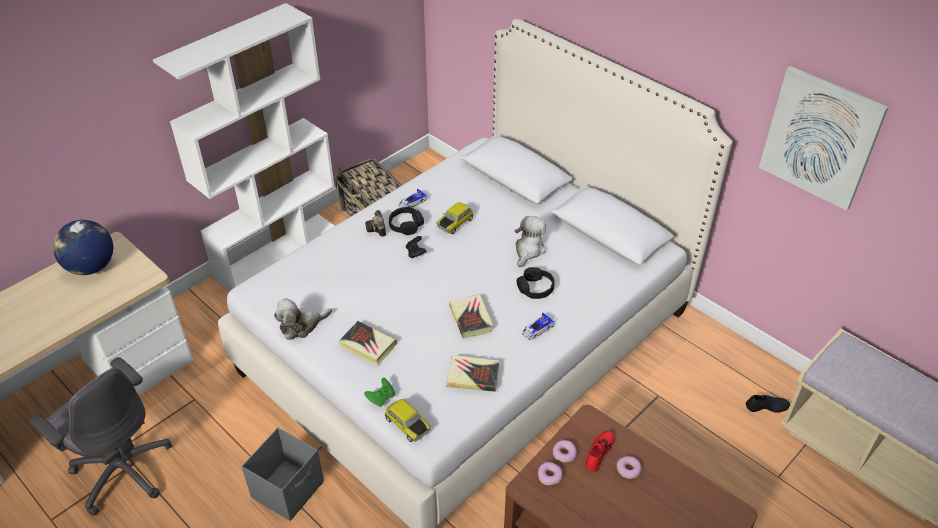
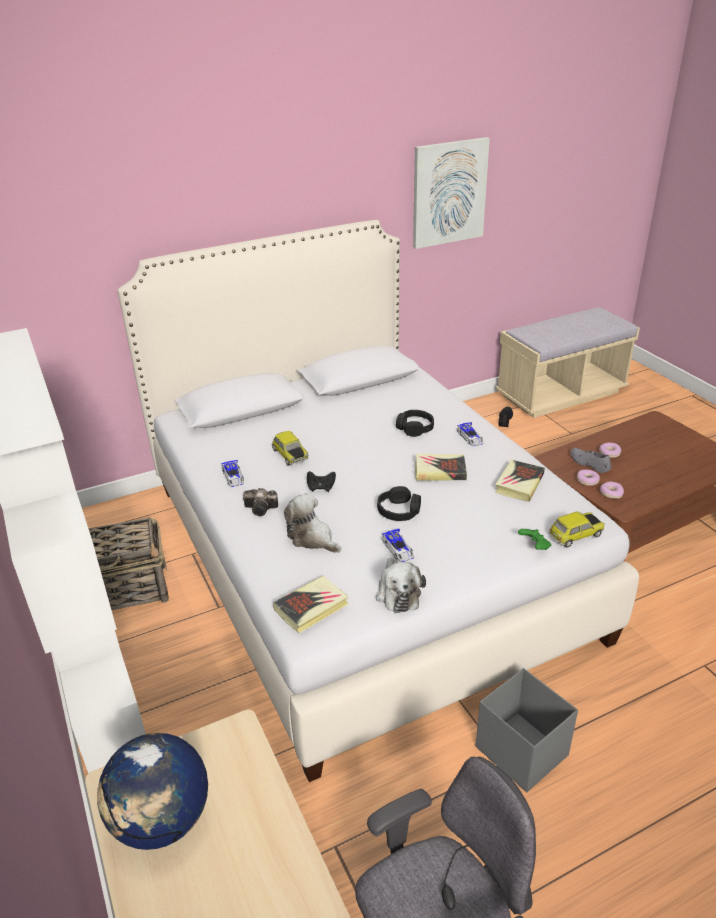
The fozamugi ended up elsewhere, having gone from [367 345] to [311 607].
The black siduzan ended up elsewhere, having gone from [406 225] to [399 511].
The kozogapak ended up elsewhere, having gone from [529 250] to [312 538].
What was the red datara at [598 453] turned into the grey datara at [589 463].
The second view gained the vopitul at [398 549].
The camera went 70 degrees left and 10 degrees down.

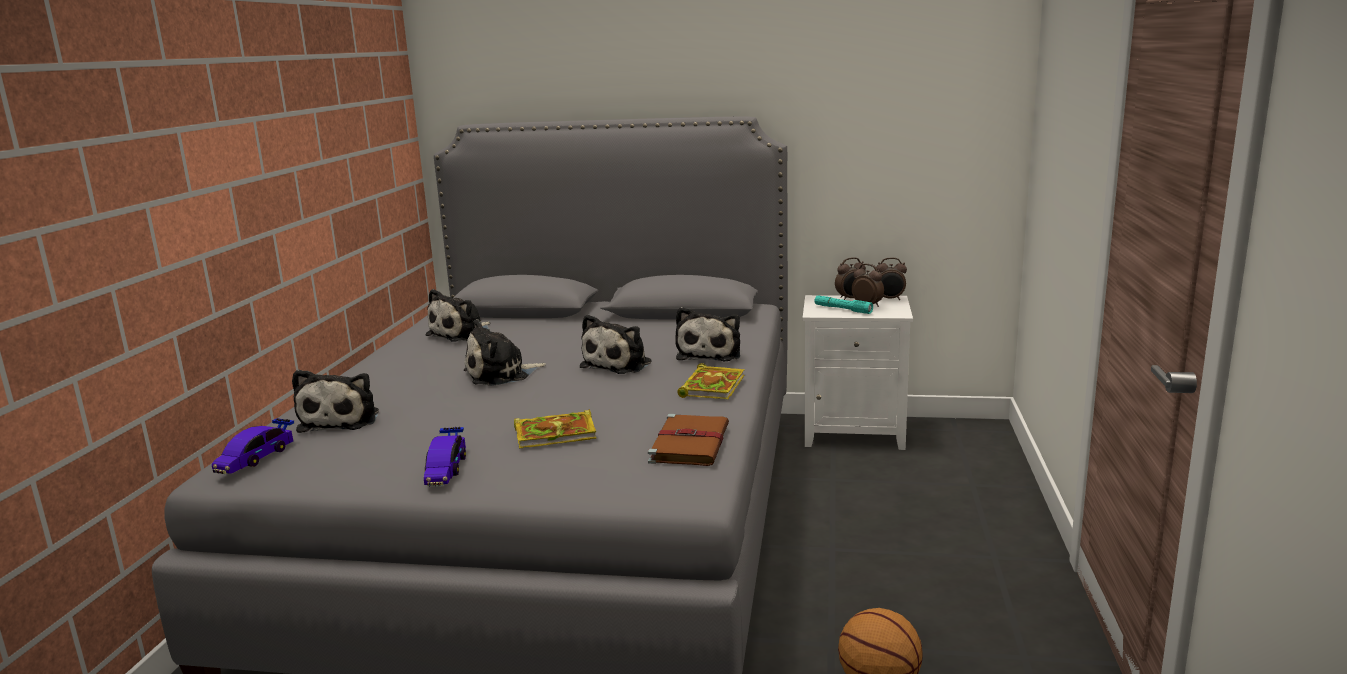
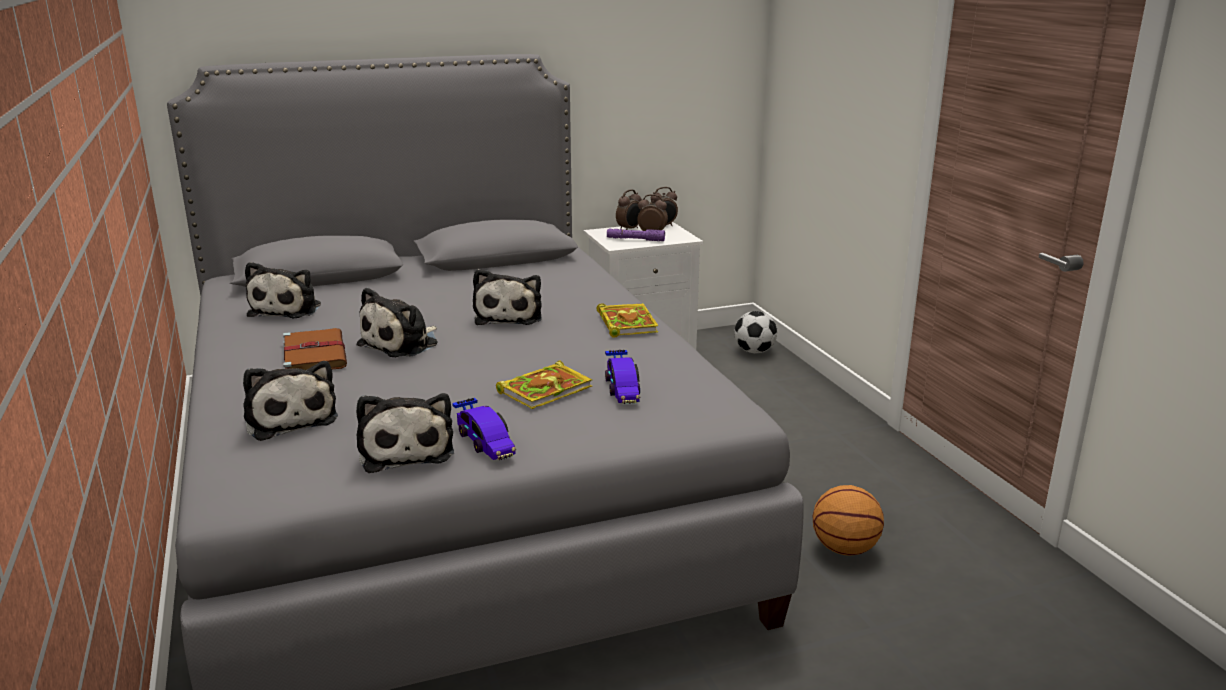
The vopitul ended up elsewhere, having gone from [256 458] to [622 388].
The brown fozamugi ended up elsewhere, having gone from [690 443] to [314 354].
The kozogapak ended up elsewhere, having gone from [710 353] to [406 450].
What was the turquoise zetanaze at [842 309] turned into the purple zetanaze at [635 240].
The second view gained the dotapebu at [754 352].
The camera went 30 degrees left and 5 degrees up.

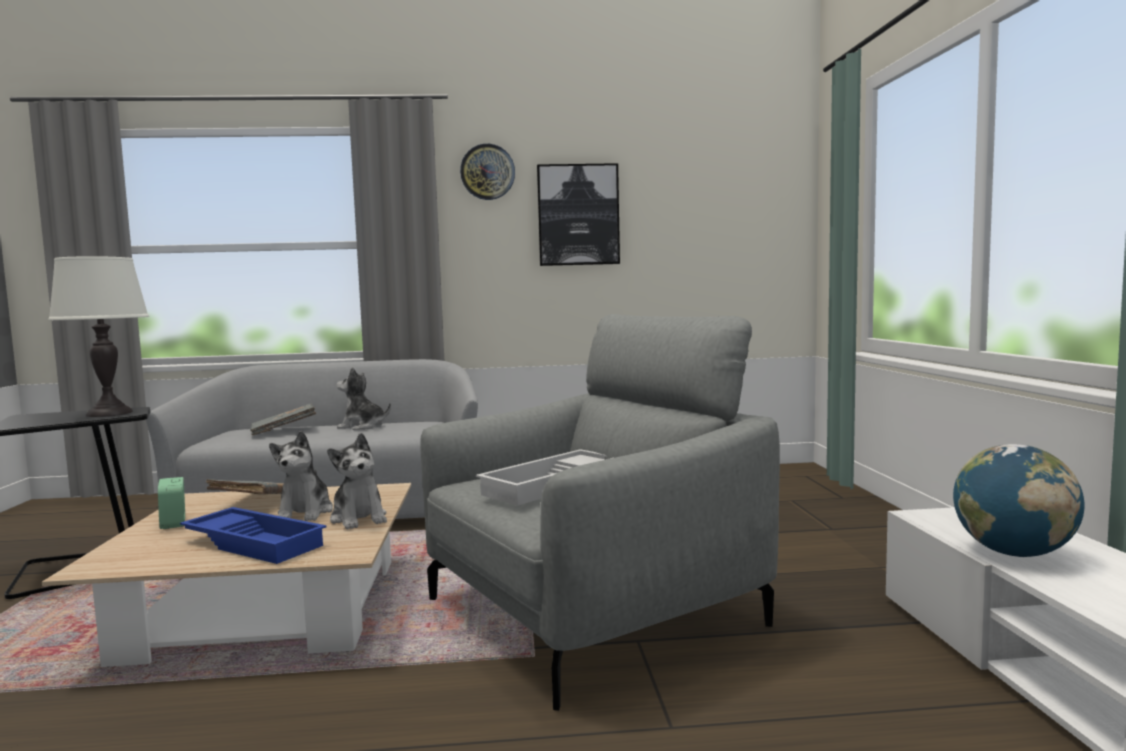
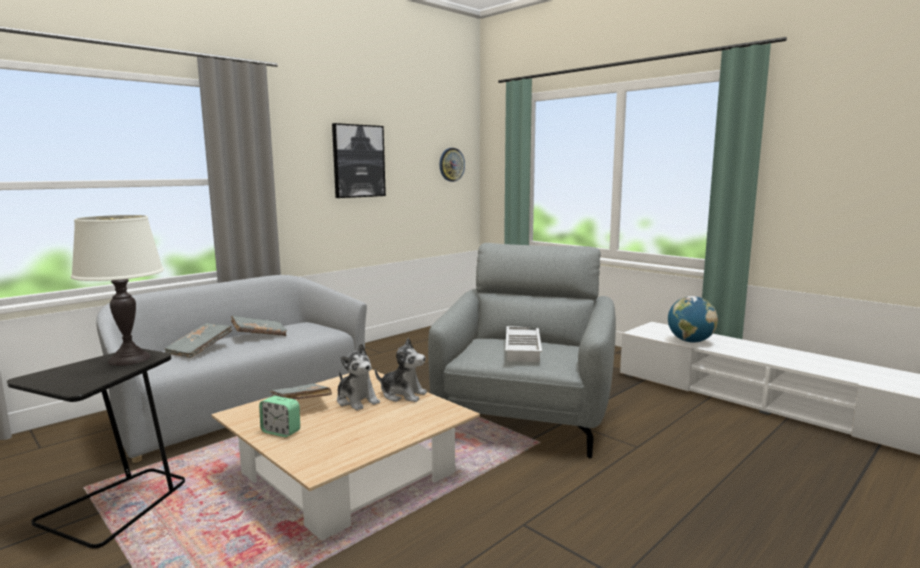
The second view lost the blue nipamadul at [256 543].
Where the kozogapak stood at [362 426], the grey fozamugi came to stand at [259 335].
The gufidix ended up elsewhere, having gone from [487 172] to [451 164].
The camera went 40 degrees left and 5 degrees up.

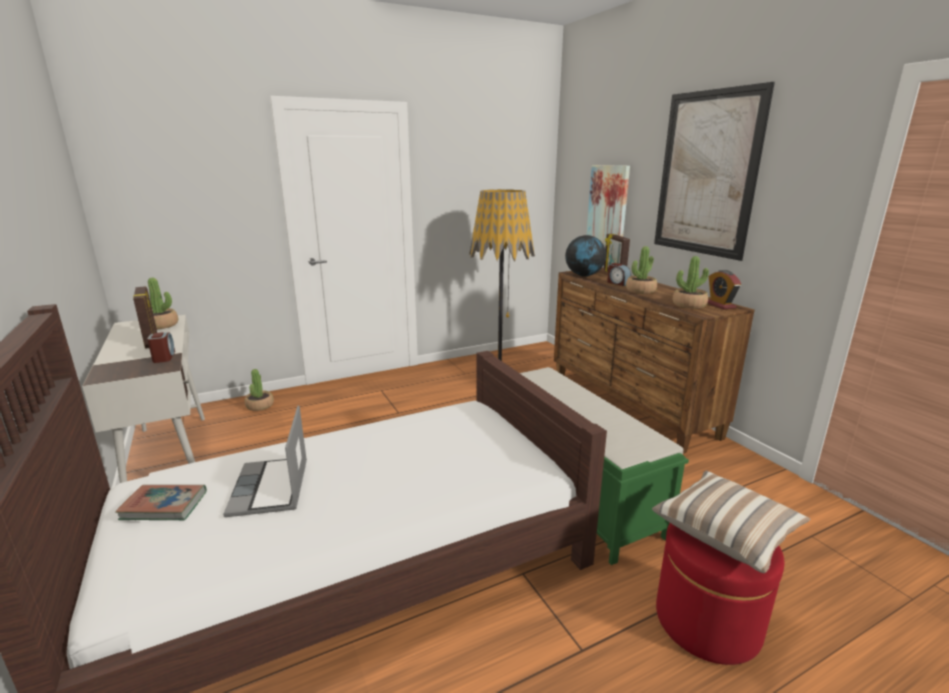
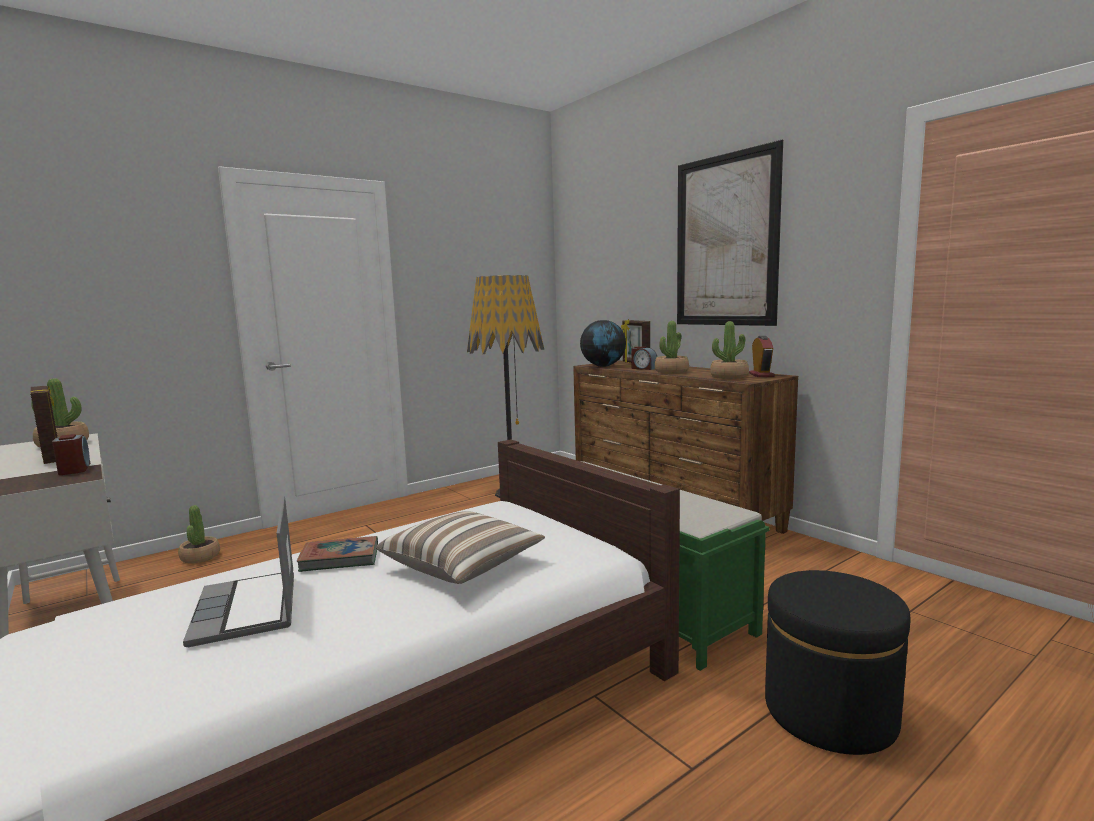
The fozamugi ended up elsewhere, having gone from [164 506] to [340 559].
The second view lost the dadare at [608 206].
The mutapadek ended up elsewhere, having gone from [726 533] to [463 566].
What was the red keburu at [707 621] turned into the black keburu at [829 712].
The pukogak at [720 305] ended up facing another way, 150 degrees counterclockwise from before.
The camera went 10 degrees left and 10 degrees down.

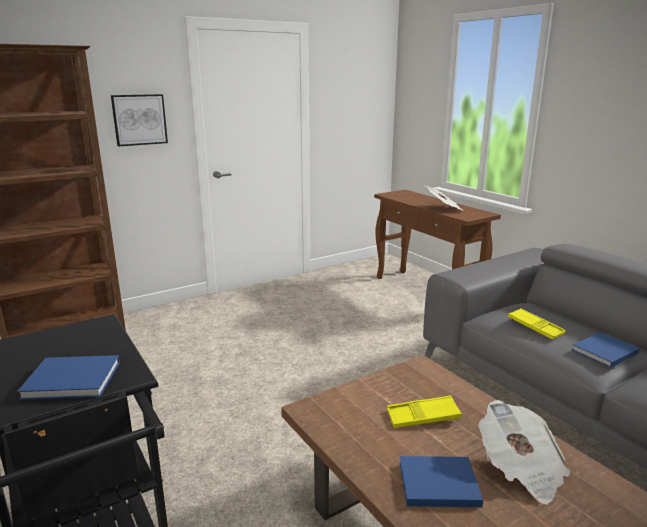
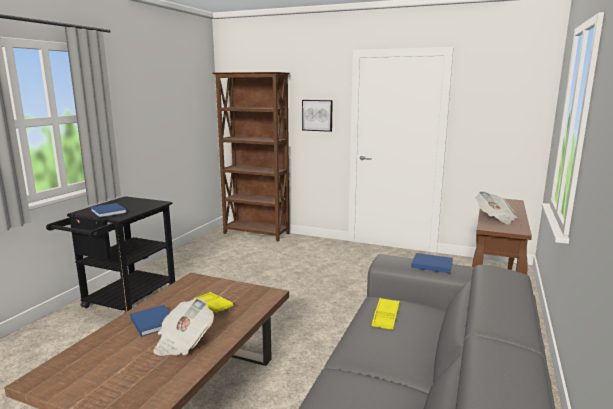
The blue fozamugi ended up elsewhere, having gone from [603 352] to [430 264].
The camera went 55 degrees right and 5 degrees down.

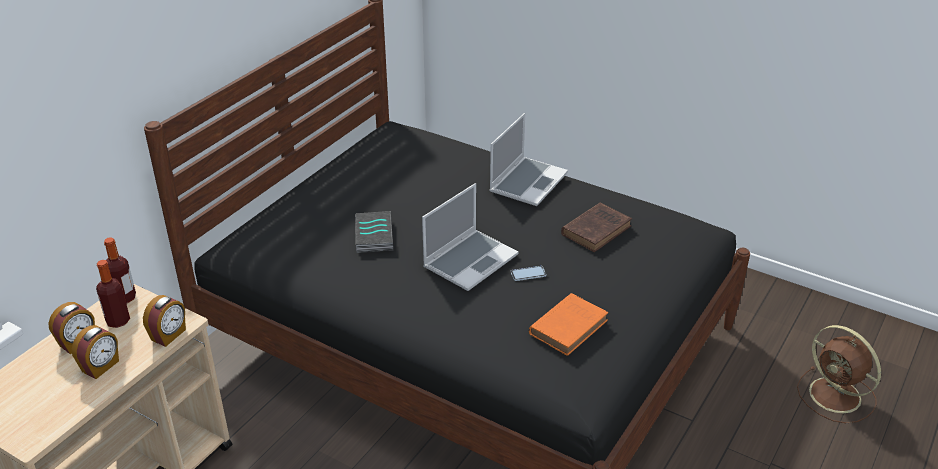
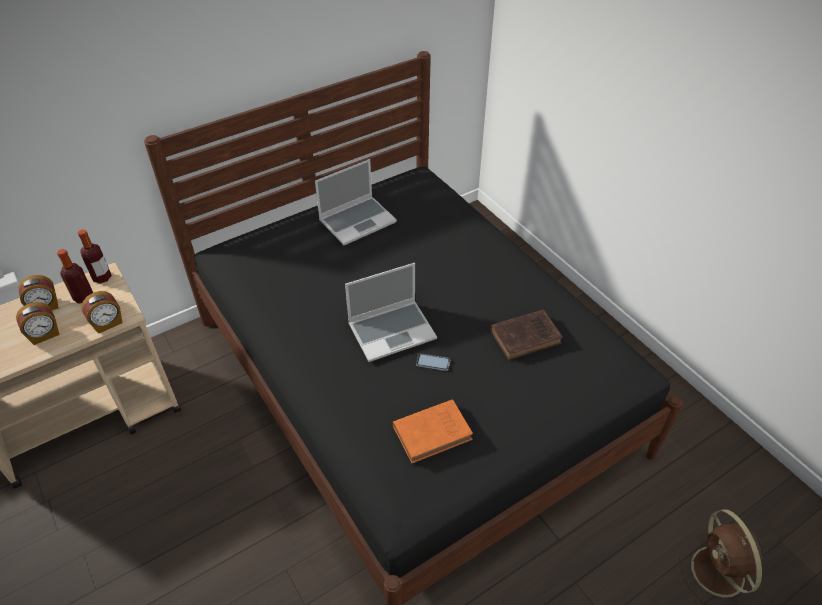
The second view lost the fozamugi at [375 236].
The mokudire ended up elsewhere, having gone from [528 182] to [358 221].
The camera went 25 degrees right and 10 degrees up.

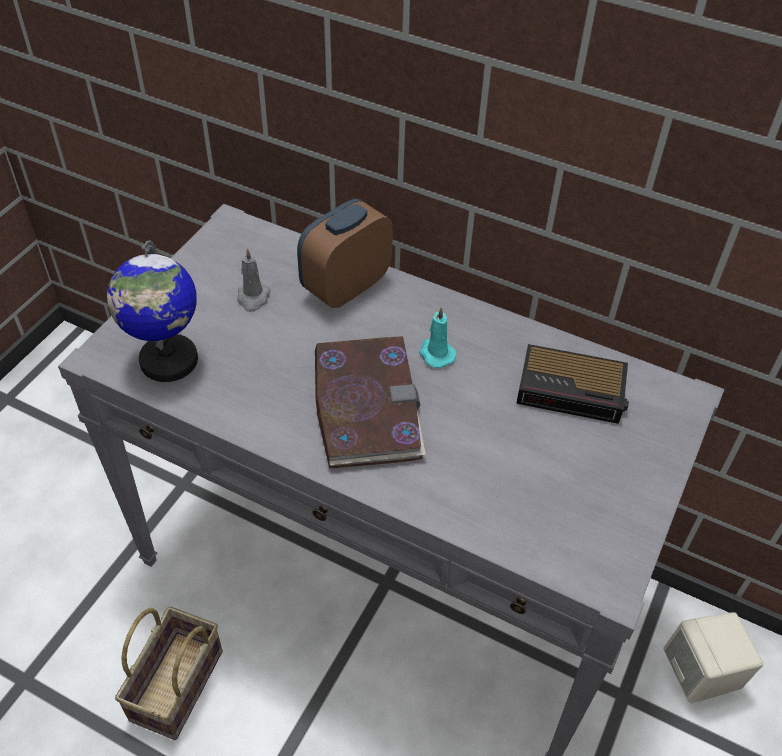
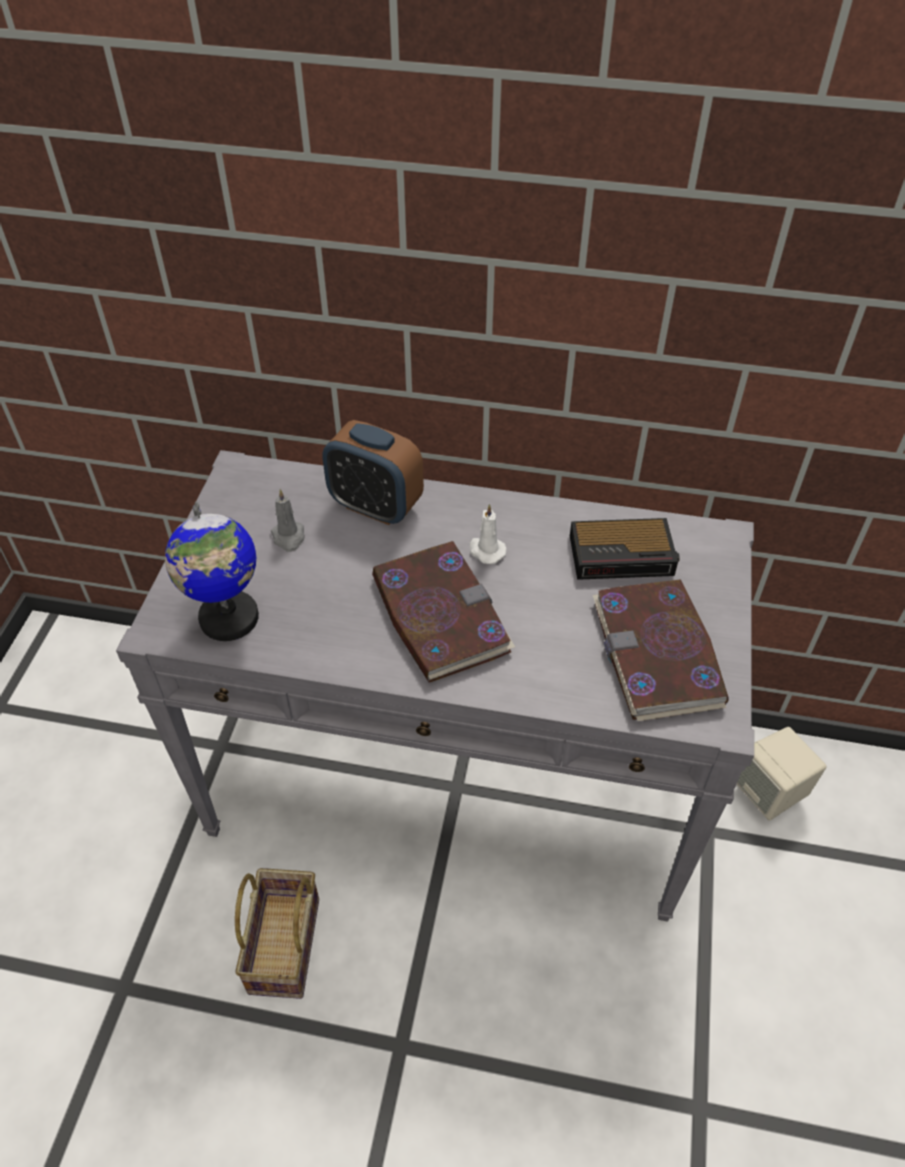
The pukogak at [345 287] ended up facing another way, 90 degrees counterclockwise from before.
What was the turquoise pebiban at [435 354] turned into the white pebiban at [486 550].
The second view gained the fozamugi at [658 653].
The camera went 15 degrees left and 0 degrees up.

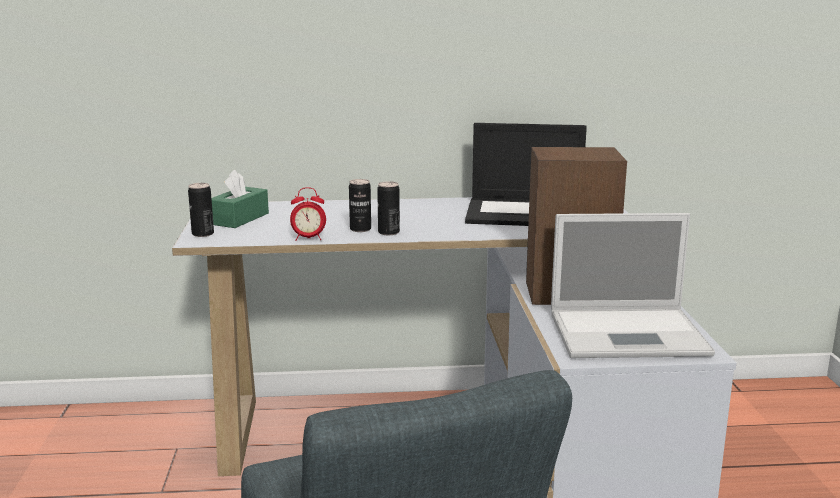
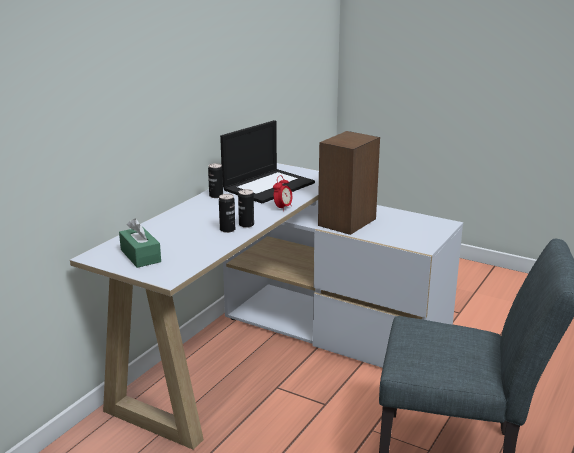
The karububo ended up elsewhere, having gone from [203 234] to [216 196].
The pukogak ended up elsewhere, having gone from [308 238] to [282 208].
The second view lost the mokudire at [630 333].
The camera went 55 degrees left and 5 degrees up.

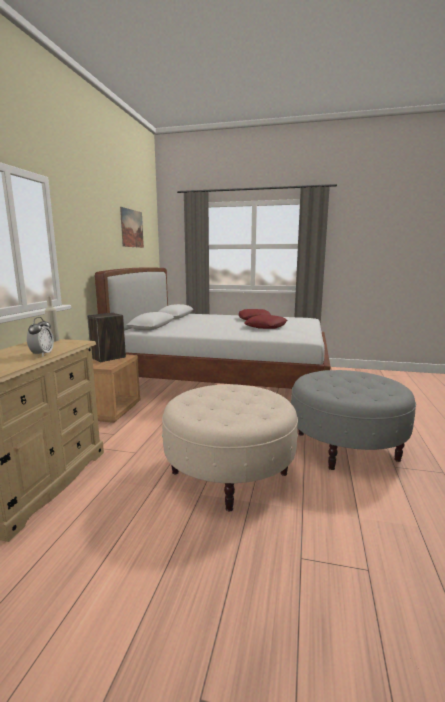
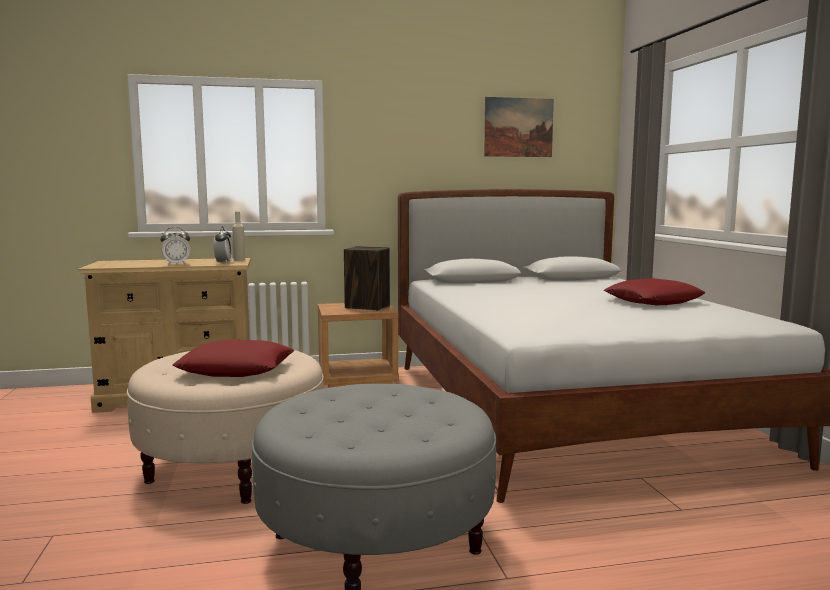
The red mutapadek ended up elsewhere, having gone from [266 326] to [236 369].
The second view gained the pukogak at [223 263].
The camera went 65 degrees right and 5 degrees down.

